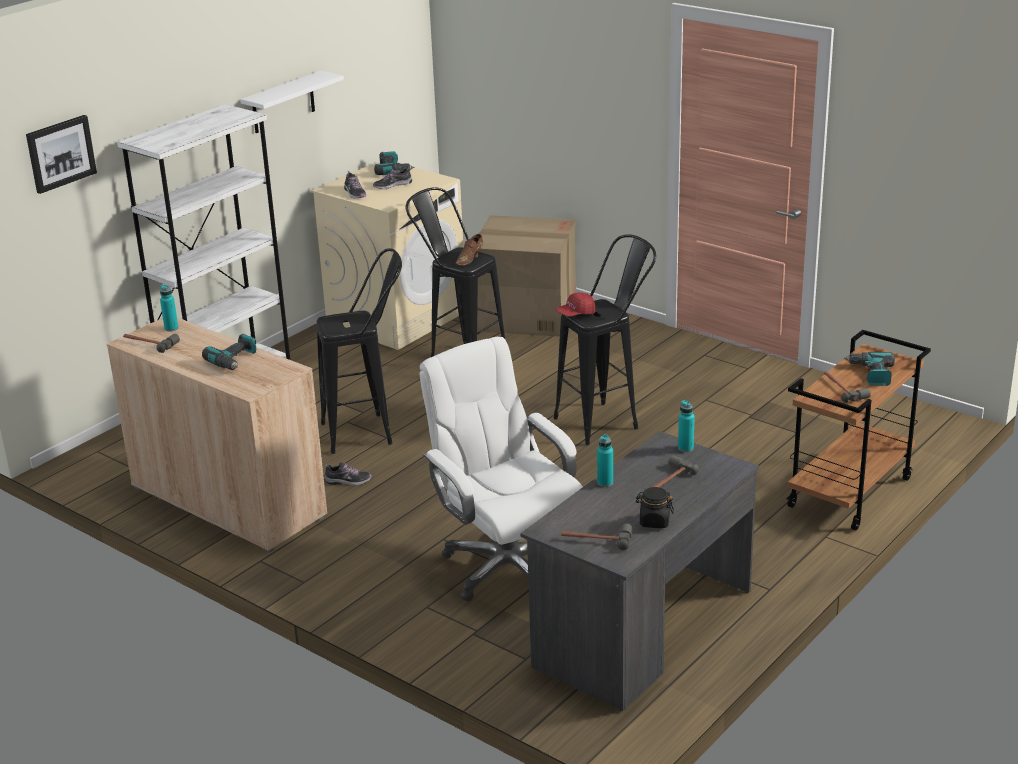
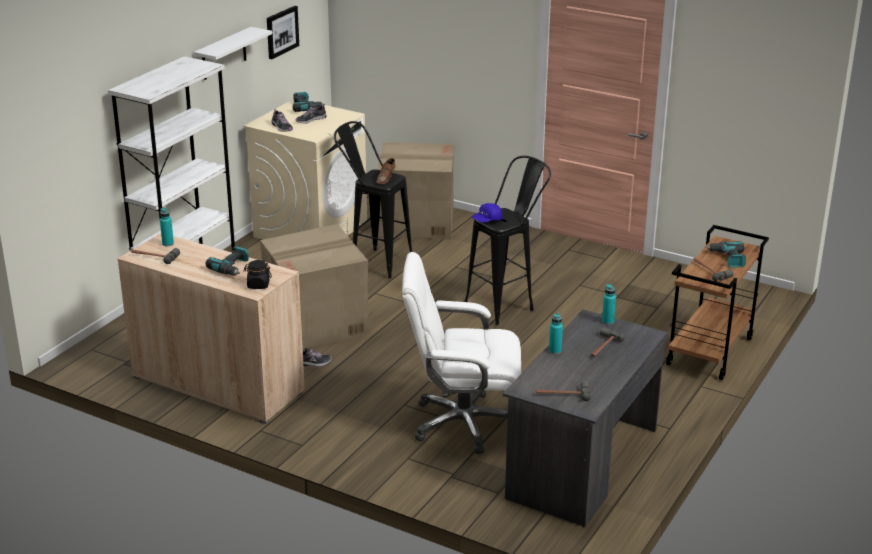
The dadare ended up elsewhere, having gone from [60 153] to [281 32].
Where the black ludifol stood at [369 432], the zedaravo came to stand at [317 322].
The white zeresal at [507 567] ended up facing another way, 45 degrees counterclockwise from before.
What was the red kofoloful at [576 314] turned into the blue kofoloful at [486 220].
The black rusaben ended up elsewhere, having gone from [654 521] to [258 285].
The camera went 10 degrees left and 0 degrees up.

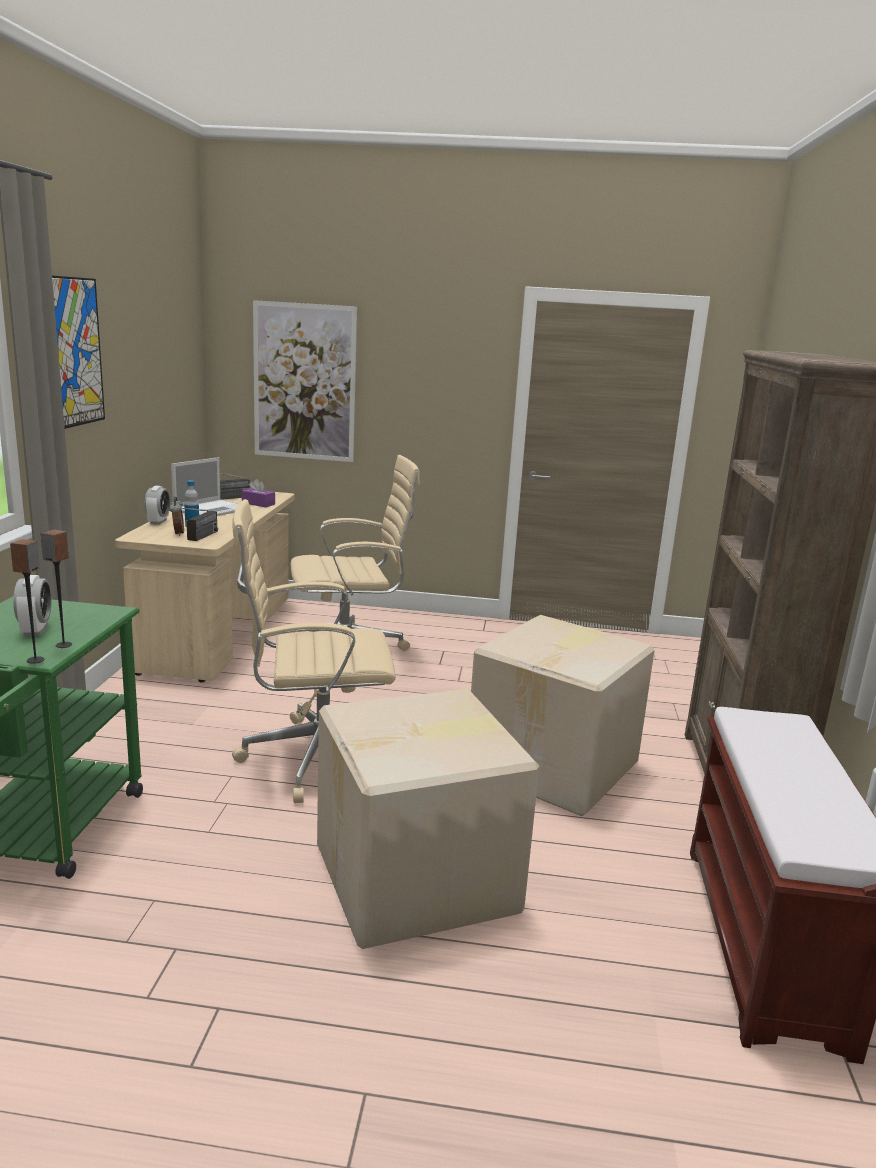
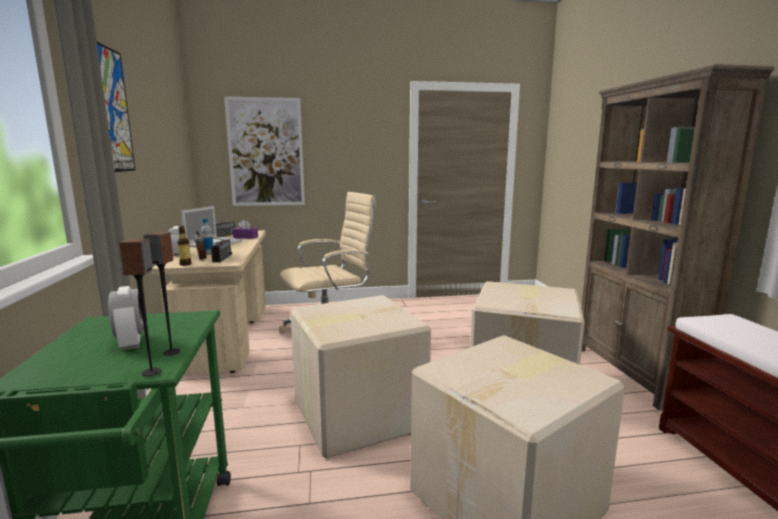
Where the beige zeresal stood at [315 757], the zedaravo came to stand at [356 414].
The second view gained the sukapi at [185 264].
The camera went 15 degrees left and 5 degrees down.

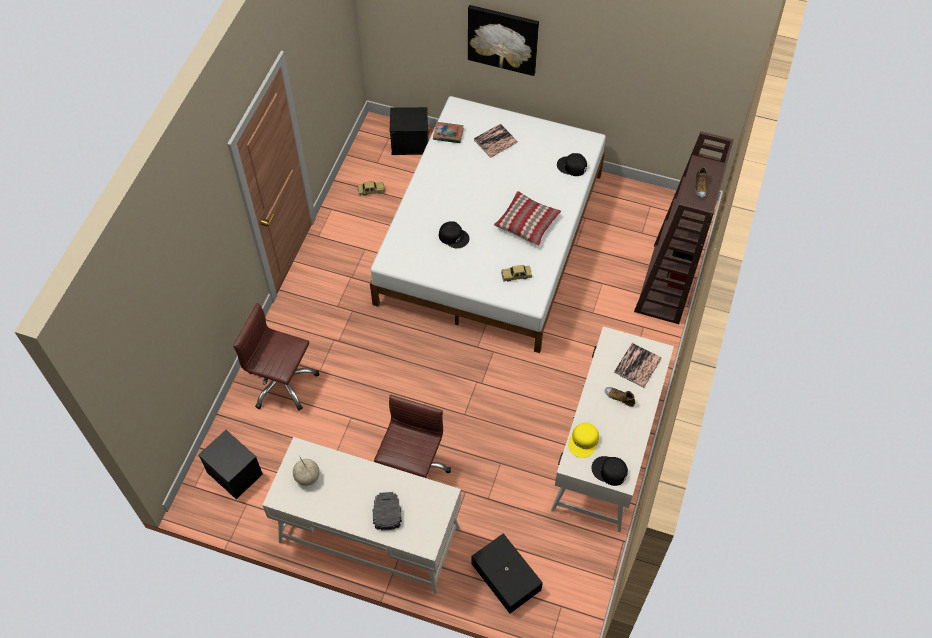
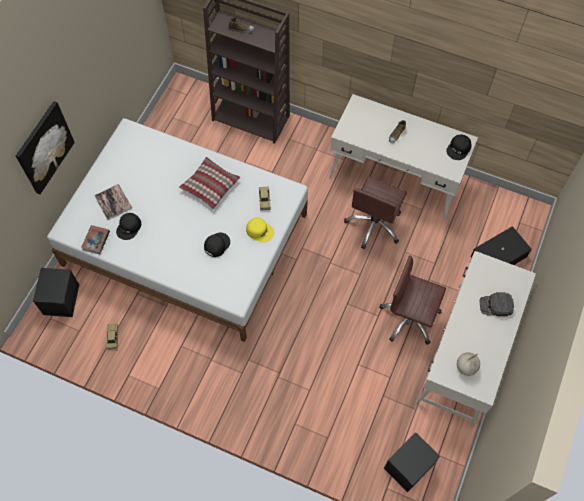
The brown zeresal ended up elsewhere, having gone from [282 383] to [374 225].
The black kofoloful ended up elsewhere, having gone from [572 166] to [129 227].
The yellow kofoloful ended up elsewhere, having gone from [584 441] to [260 230].
The second view lost the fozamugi at [637 365].
The camera went 85 degrees left and 5 degrees up.

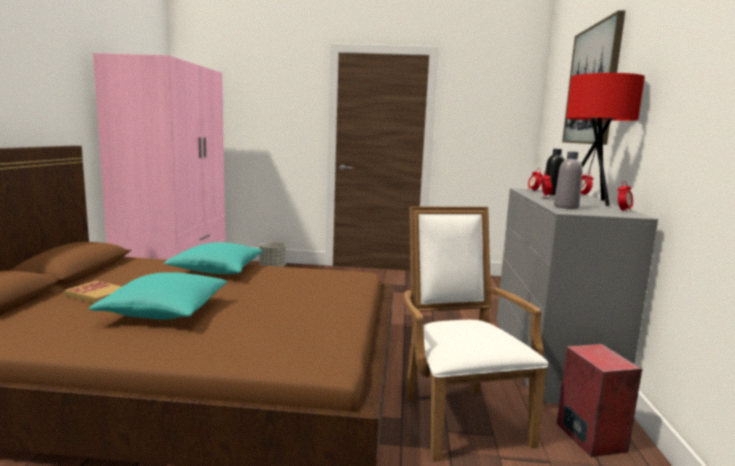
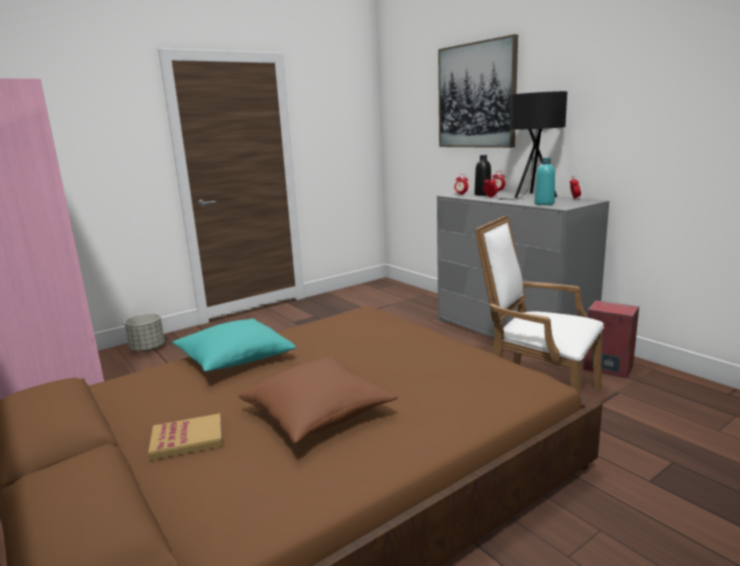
What was the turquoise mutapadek at [165 312] turned into the brown mutapadek at [318 414].
What was the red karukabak at [586 202] turned into the black karukabak at [531 197].
What was the grey sukapi at [566 207] turned into the turquoise sukapi at [544 203].
The camera went 40 degrees left and 5 degrees up.

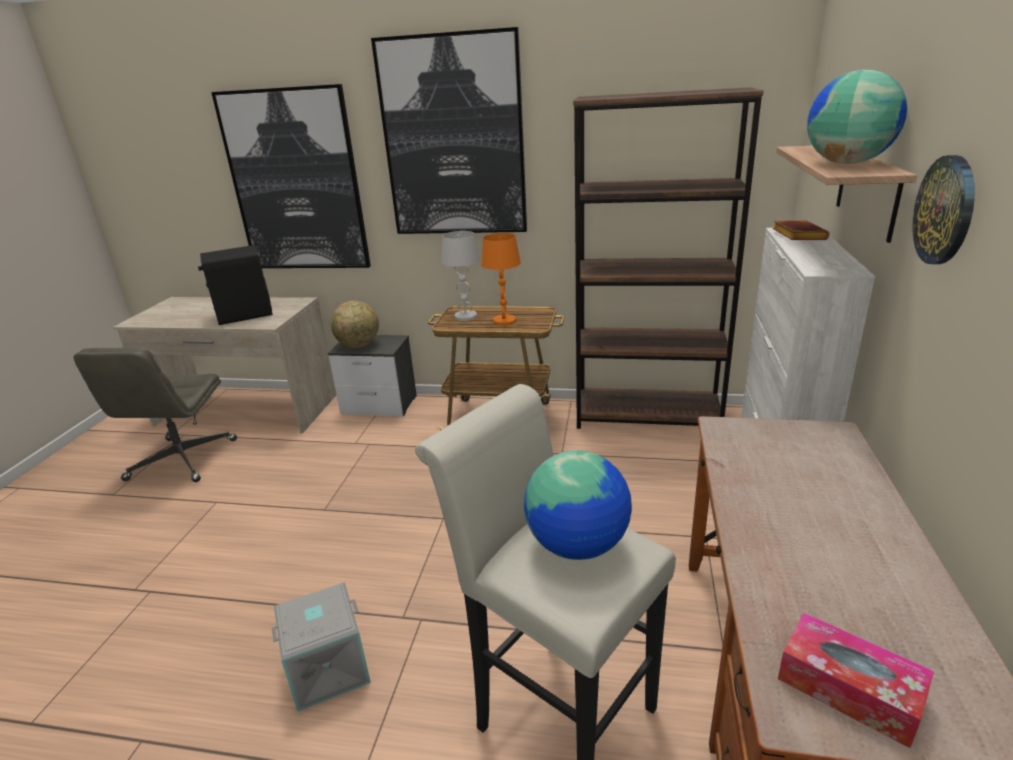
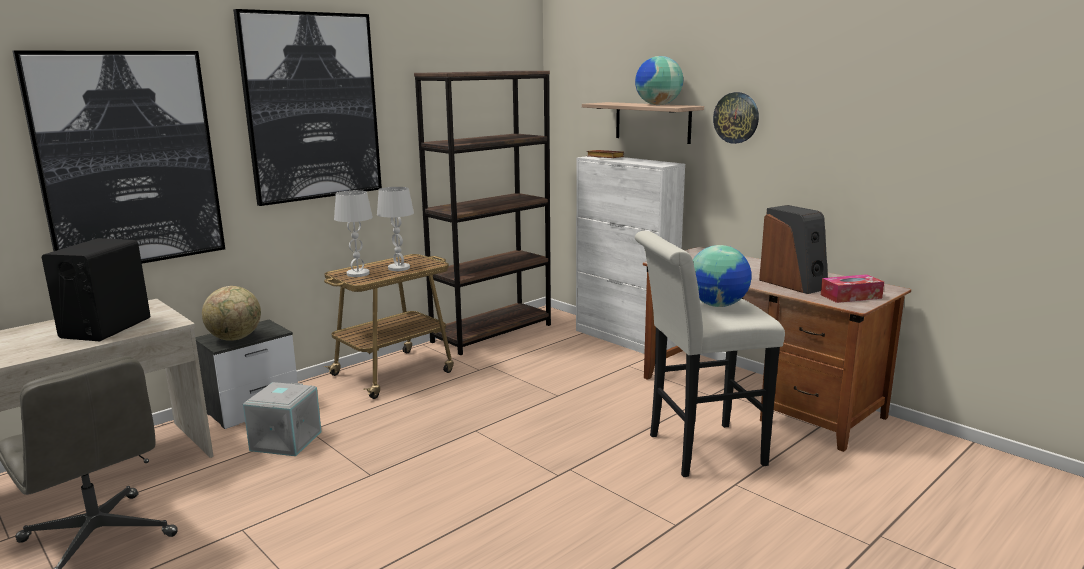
The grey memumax ended up elsewhere, having gone from [329 667] to [285 441].
What was the orange karukabak at [504 321] turned into the white karukabak at [398 268].
The second view gained the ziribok at [793 284].
The camera went 55 degrees left and 10 degrees down.

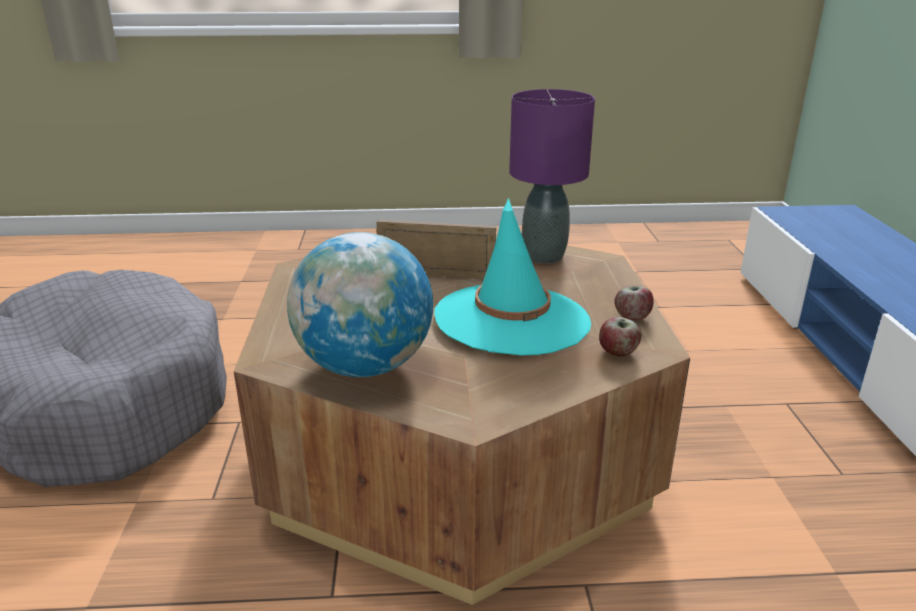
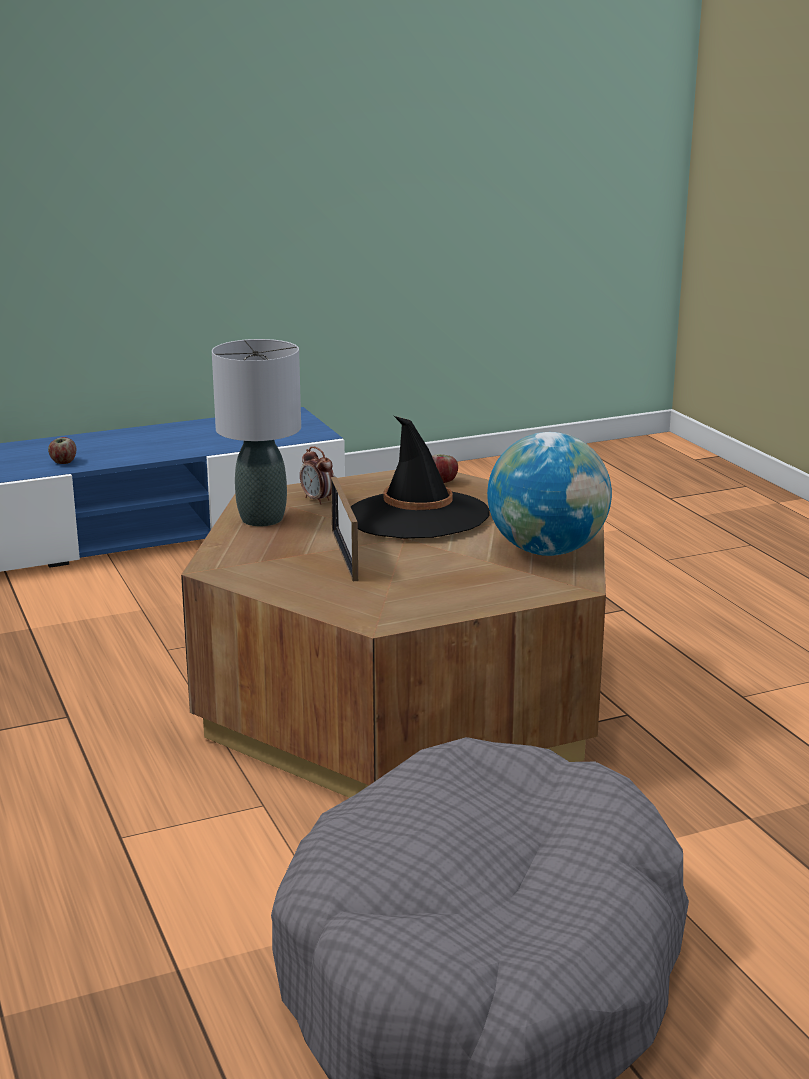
What was the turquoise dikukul at [512 319] turned into the black dikukul at [417 516].
What was the purple karukabak at [543 256] turned into the grey karukabak at [261 519].
The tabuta ended up elsewhere, having gone from [632 317] to [63 462].
The second view gained the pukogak at [318 500].
The camera went 110 degrees left and 5 degrees down.

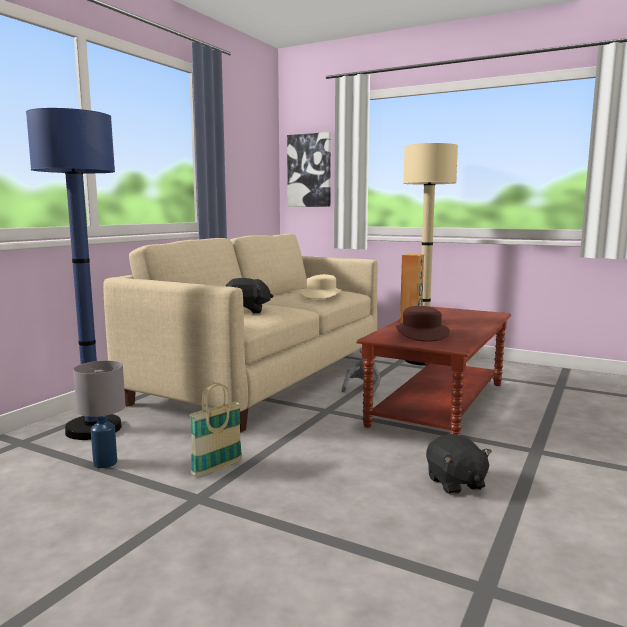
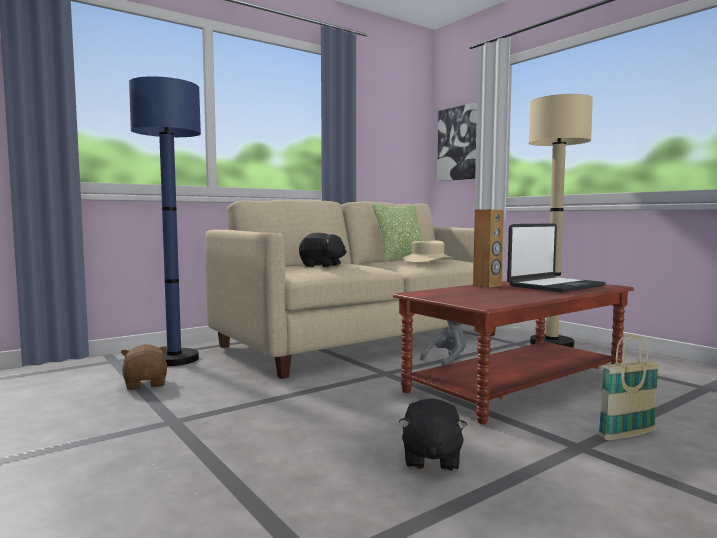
Where the grey karukabak stood at [105 463], the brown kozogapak came to stand at [146 384].
The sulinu ended up elsewhere, having gone from [217 468] to [627 435].
The second view lost the brown dikukul at [421 333].
The second view gained the mutapadek at [401 259].
The second view gained the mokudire at [555 286].
The camera went 25 degrees right and 5 degrees down.

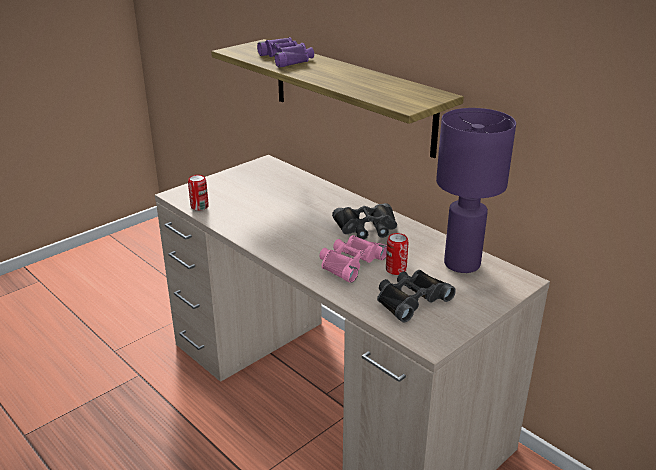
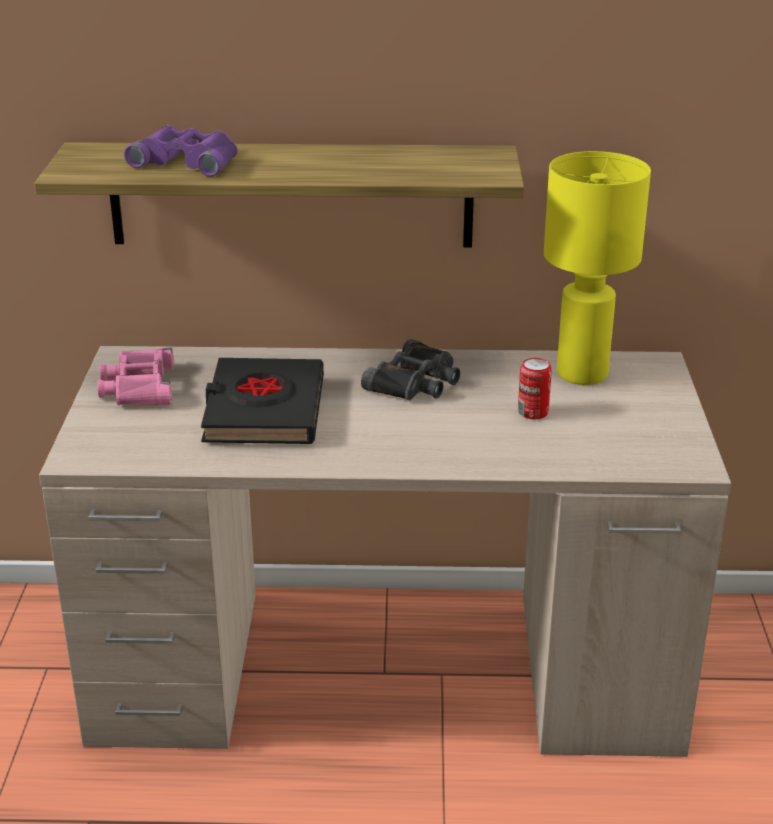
The second view lost the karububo at [199 207].
The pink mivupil ended up elsewhere, having gone from [350 262] to [138 387].
The second view lost the black mivupil at [410 299].
What was the purple karukabak at [461 264] turned into the yellow karukabak at [580 374].
The second view gained the black fozamugi at [263 411].
The camera went 45 degrees left and 0 degrees up.

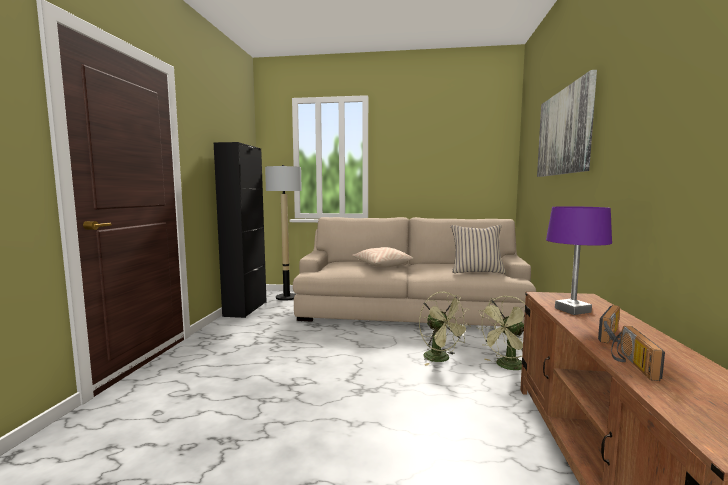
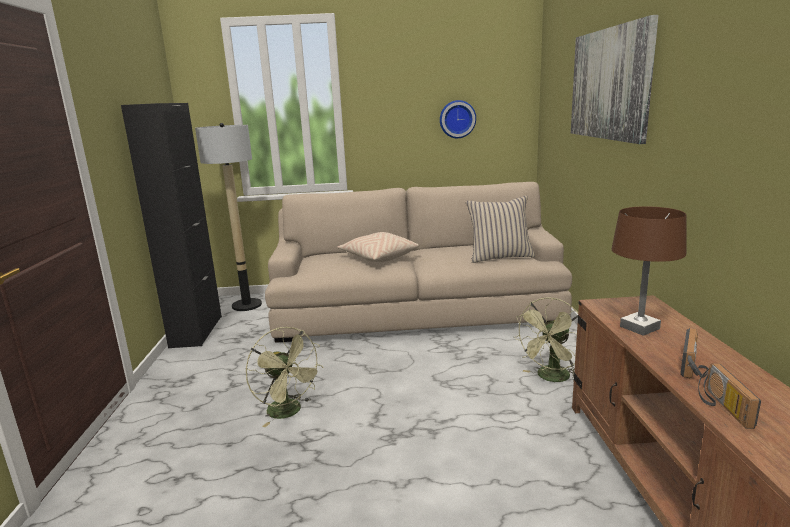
The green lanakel ended up elsewhere, having gone from [441 359] to [289 412].
What was the purple karukabak at [572 310] turned into the brown karukabak at [639 327].
The second view gained the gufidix at [457 119].
The camera went 10 degrees left and 10 degrees up.

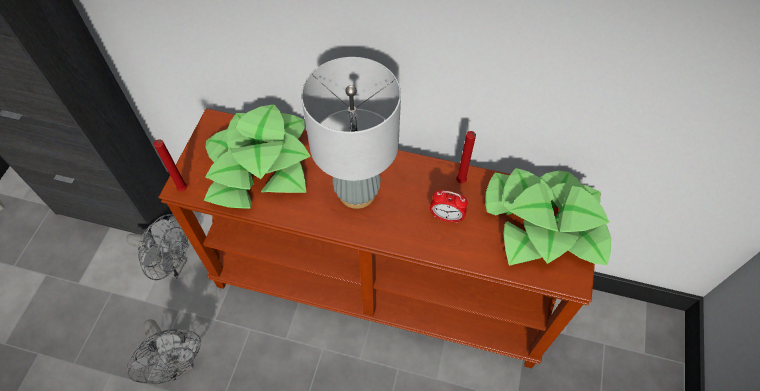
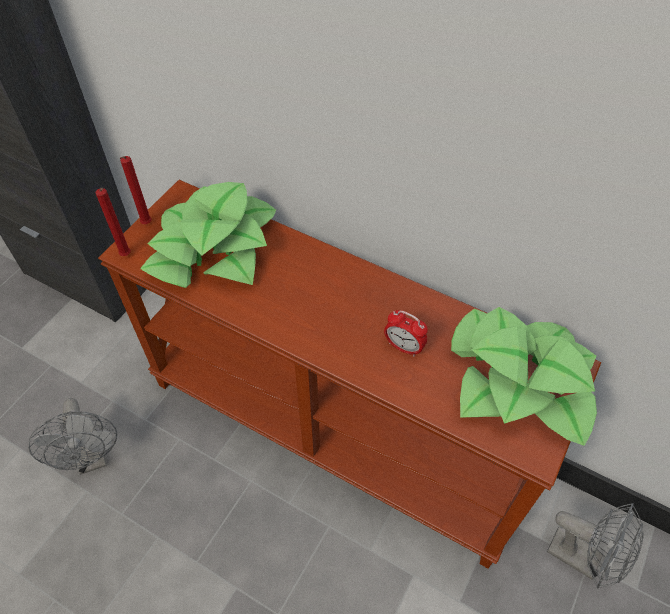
The grey lanakel ended up elsewhere, having gone from [172 266] to [582 558].
The second view lost the grey karukabak at [357 192].
The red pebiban ended up elsewhere, having gone from [461 183] to [146 225].
The camera went 15 degrees right and 5 degrees down.

